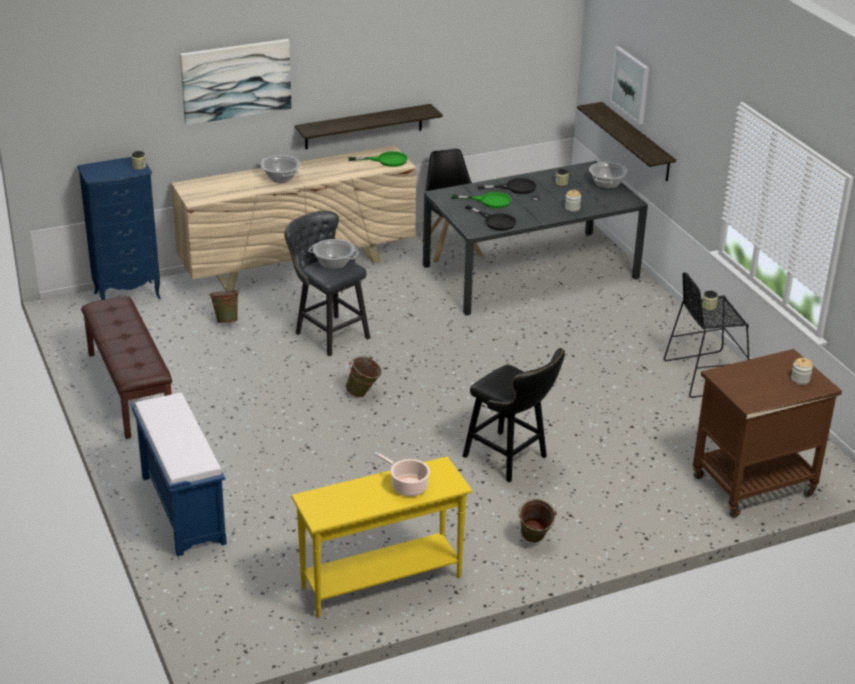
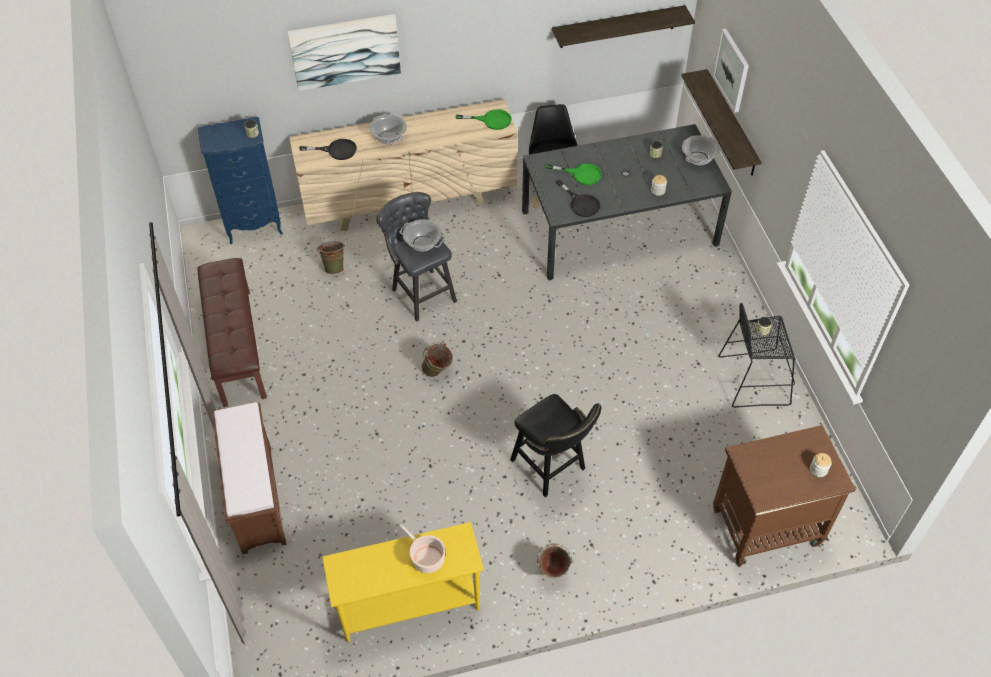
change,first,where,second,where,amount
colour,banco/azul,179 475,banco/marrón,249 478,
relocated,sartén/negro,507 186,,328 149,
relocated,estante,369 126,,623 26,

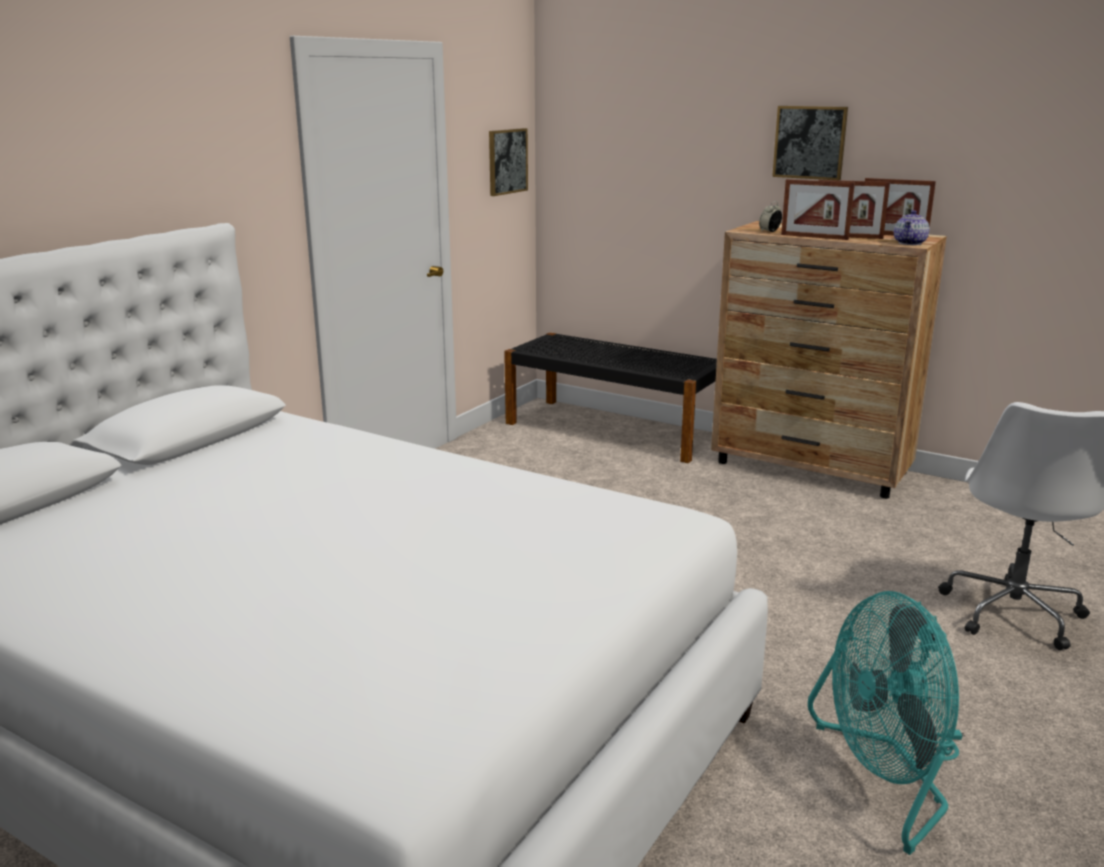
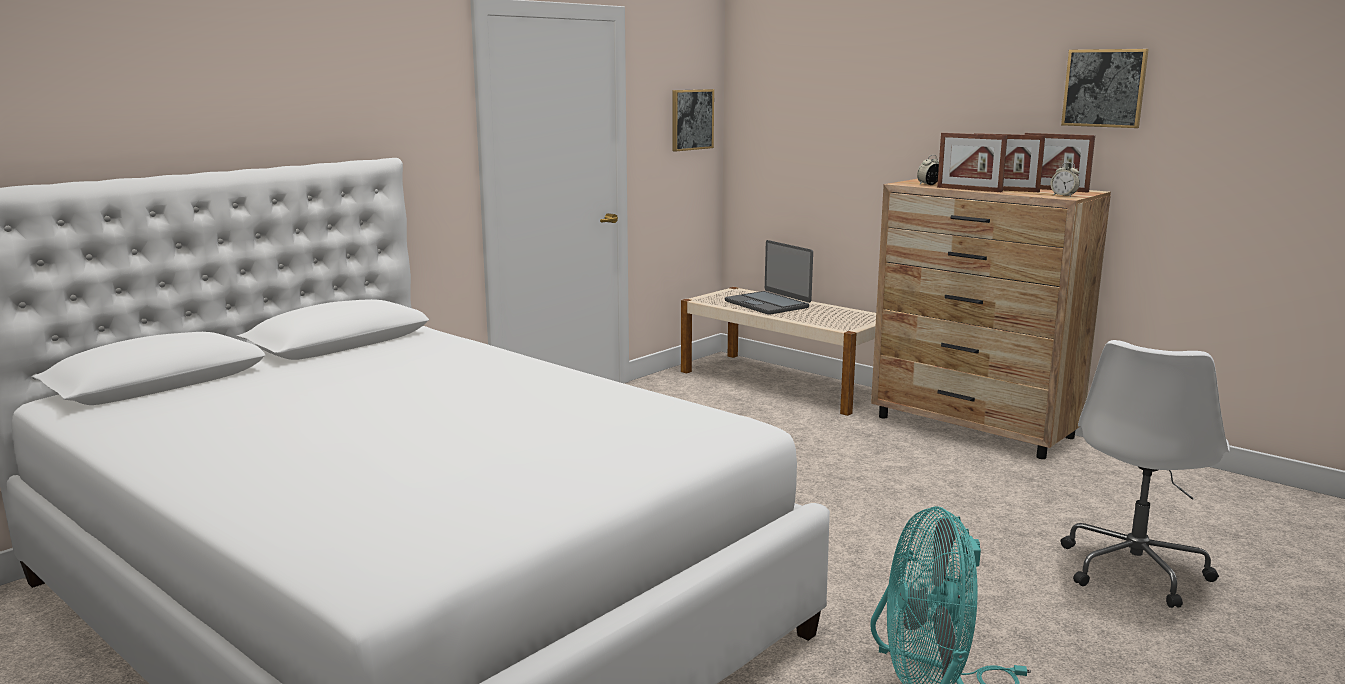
change,first,where,second,where,amount
colour,banco/negro,610 397,banco/beis,778 351,
appeared,,,portátil,769 277,
exchanged,tetera,911 227,despertador,1065 180,
relocated,cuadro,810 143,,1105 88,

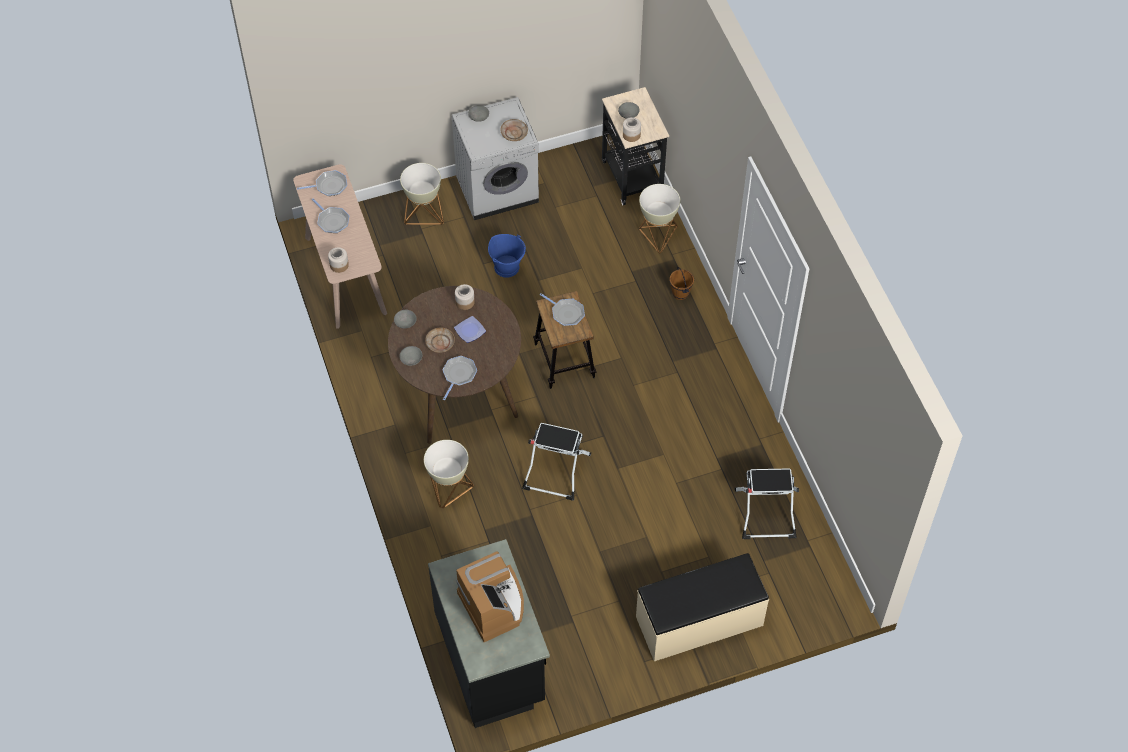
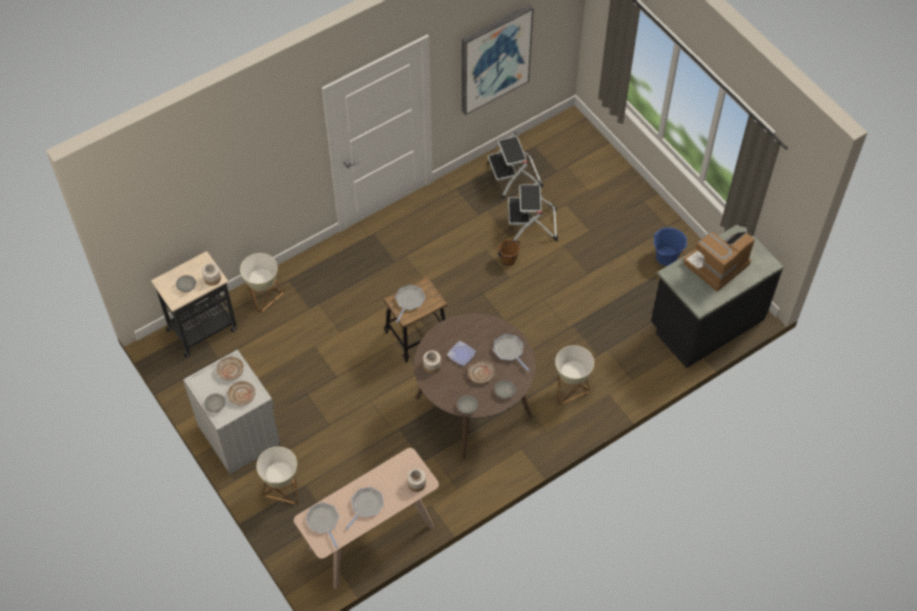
change,first,where,second,where,amount
appeared,,,plato/beis,241 393,
appeared,,,cuadro,498 59,
spun,sartén,460 378,,511 352,45 degrees clockwise
relocated,cubo/marrón,682 283,,509 252,
relocated,escalera de tijera,556 462,,533 210,
relocated,cubo/azul,507 256,,671 246,
missing,banco/beis,702 607,,,

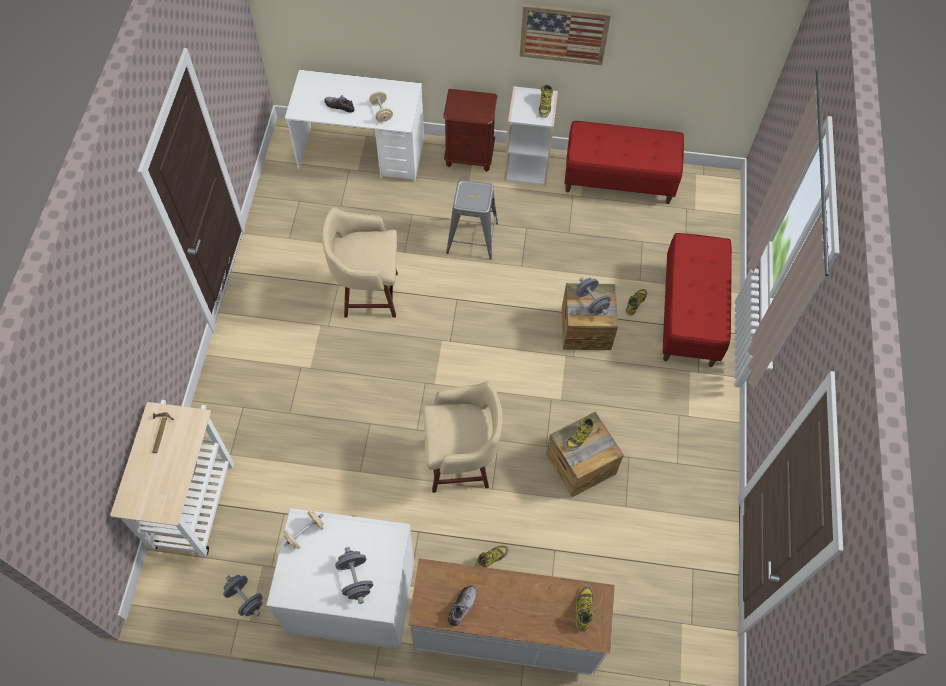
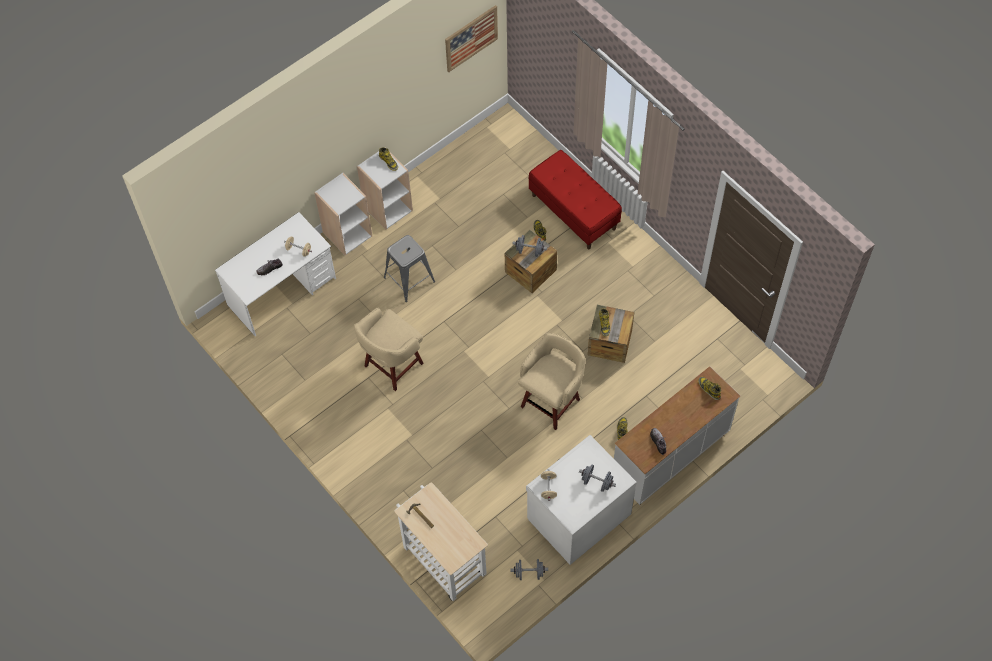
change,first,where,second,where,amount
exchanged,mesita de noche/marrón,470 130,estantería,343 214,
relocated,cuadro,565 34,,471 38,
missing,banco/rojo,624 162,,,

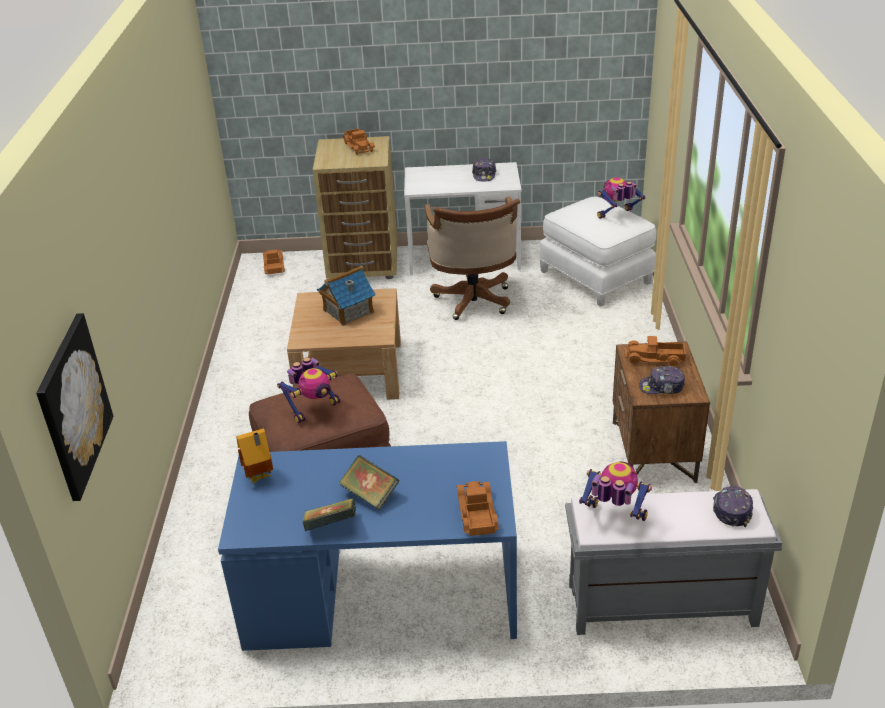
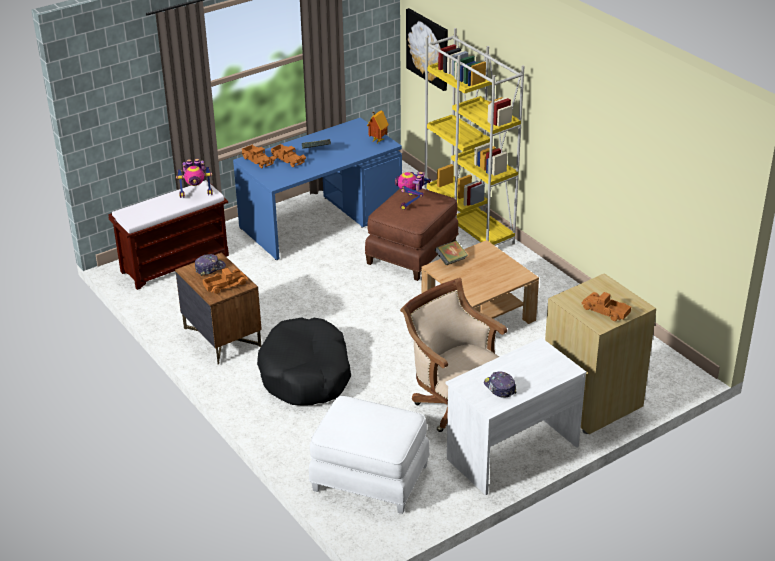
change,first,where,second,where,amount
colour,banco/gris,673 562,banco/marrón,168 235,
appeared,,,cama para perro/negro,304 361,
relocated,camión de juguete,274 261,,288 155,
appeared,,,estantería/amarillo,474 137,
relocated,libro,329 514,,451 252,
missing,casita,346 296,,,
missing,robot de juguete,621 198,,,
missing,gorra,733 506,,,

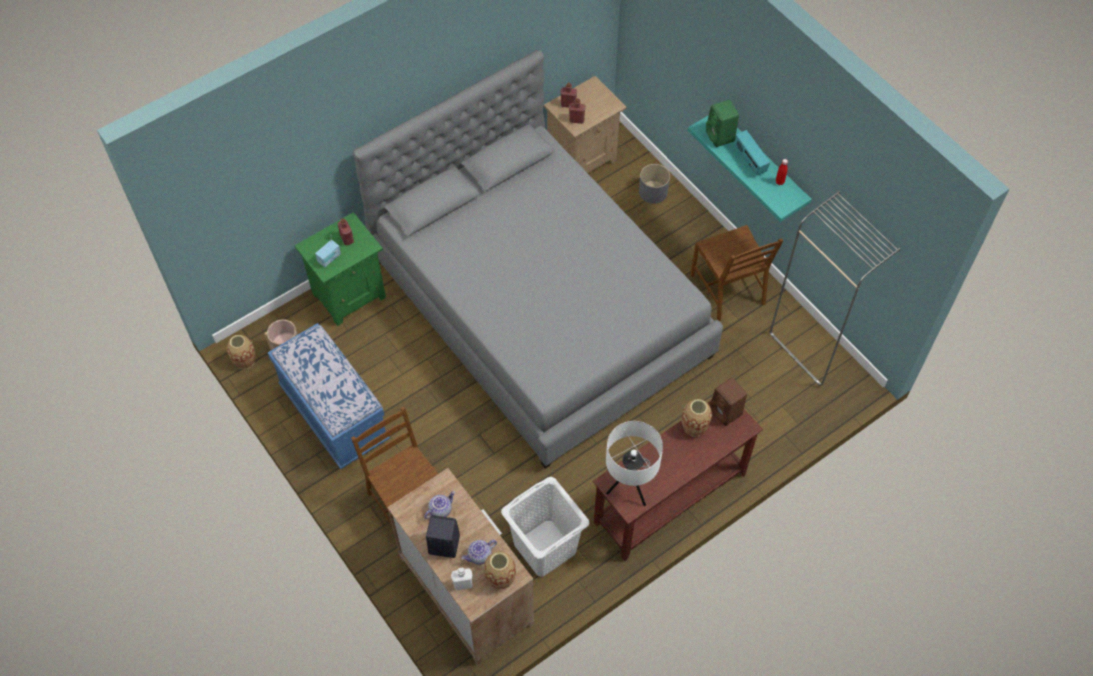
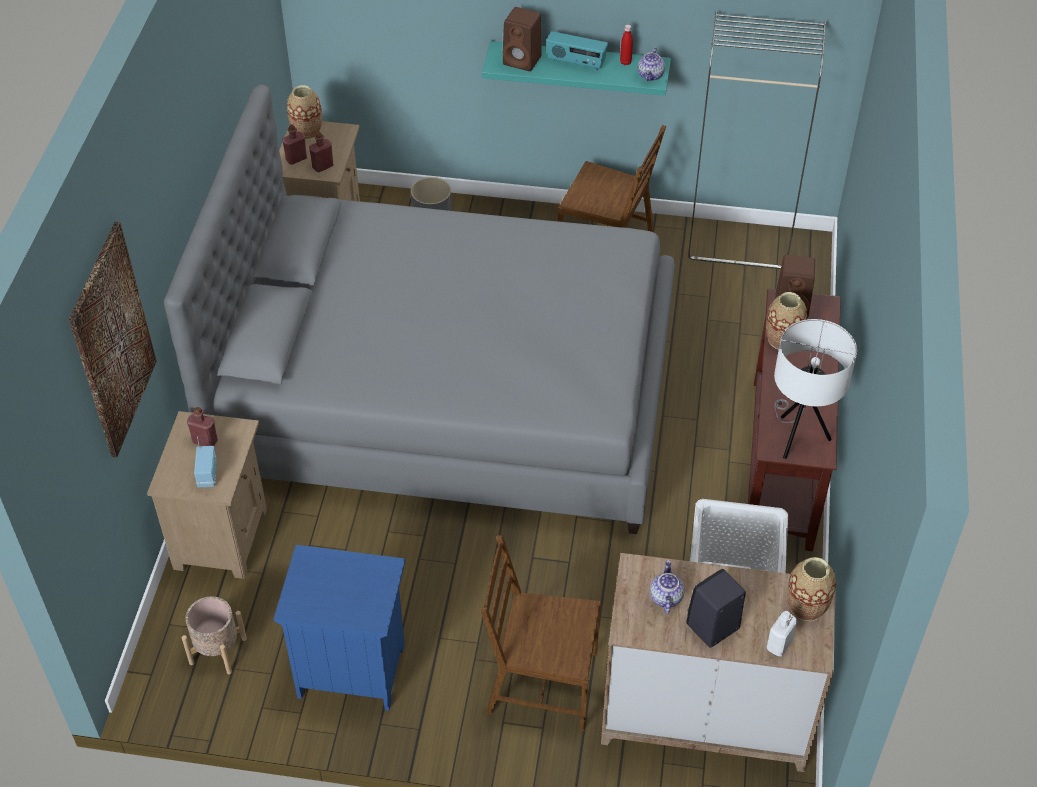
change,first,where,second,where,amount
appeared,,,cuadro,112 339,
colour,mesita de noche/verde,340 269,mesita de noche/beis,207 495,
exchanged,banco/azul,329 396,mesita de noche/azul,339 628,
relocated,florero,241 352,,304 112,
colour,altavoz/verde,722 123,altavoz/marrón,522 39,
relocated,tetera,479 552,,651 64,

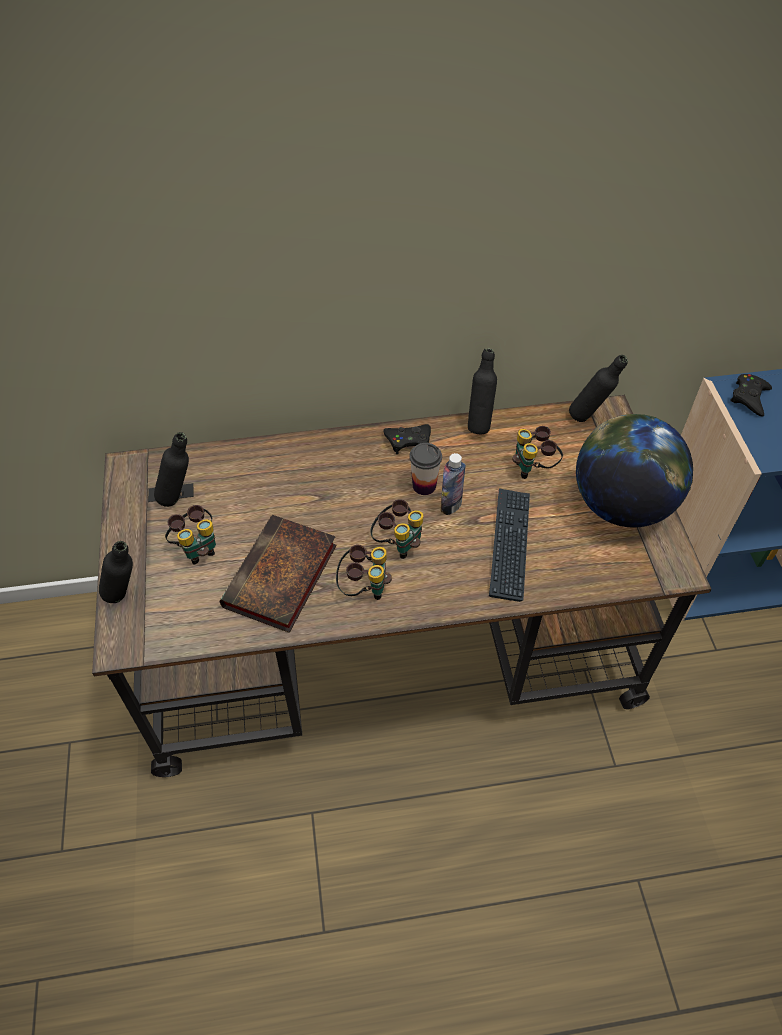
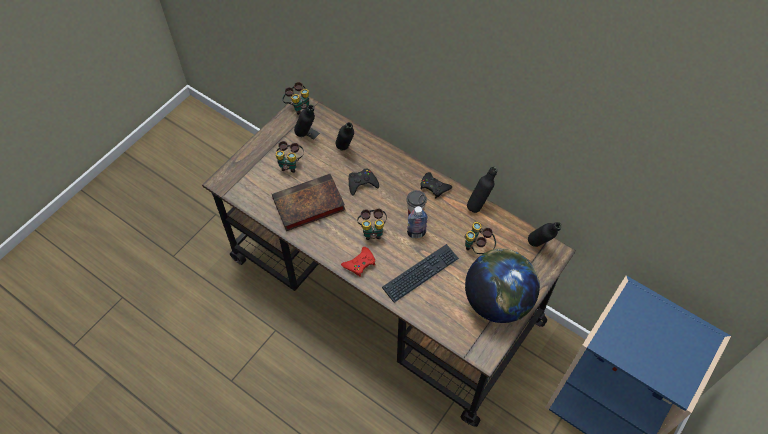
change,first,where,second,where,amount
relocated,prismáticos,364 572,,295 98,
relocated,botella/negro,116 572,,345 136,
appeared,,,mando de consola/rojo,358 262,
relocated,mando de consola/negro,751 395,,364 182,

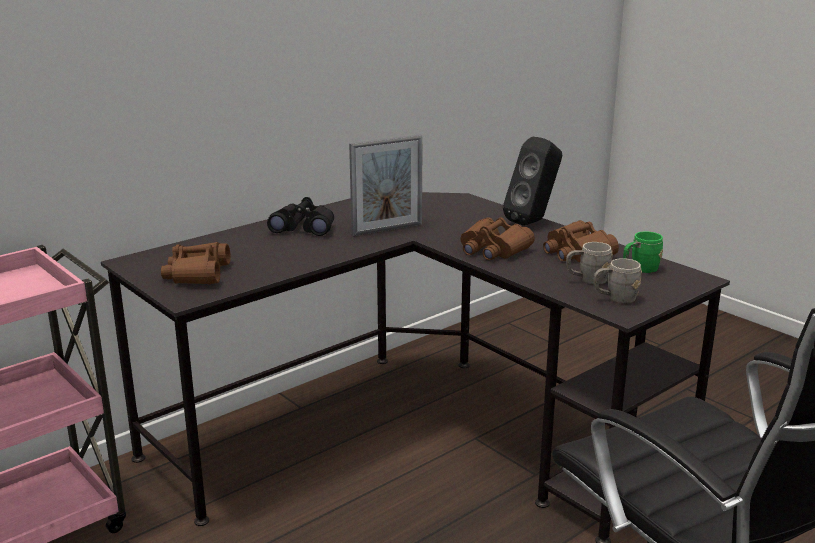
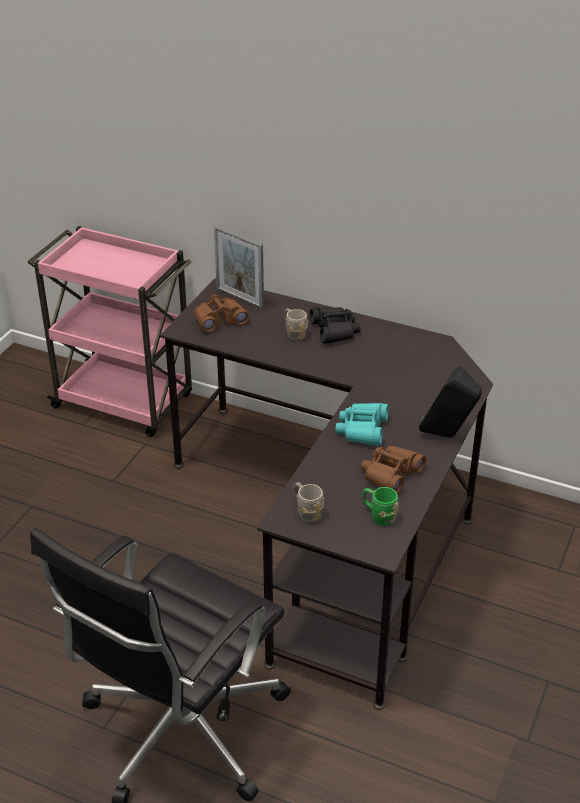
change,first,where,second,where,amount
relocated,portarretratos,386 185,,239 267,
relocated,taza grande/gris,589 263,,296 324,
colour,prismáticos/marrón,498 238,prismáticos/turquesa,362 424,

